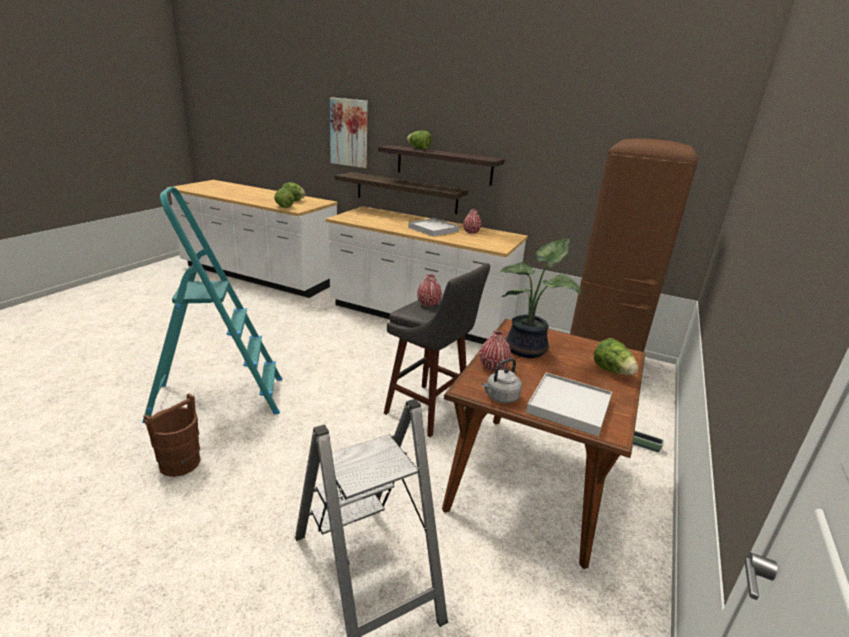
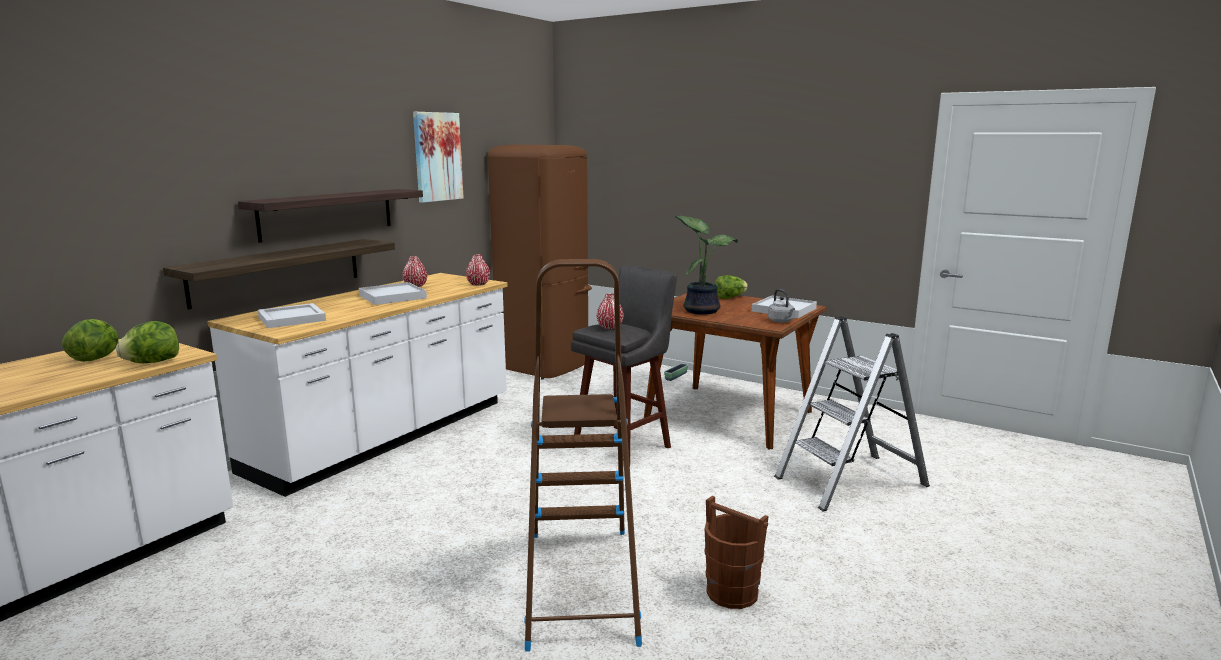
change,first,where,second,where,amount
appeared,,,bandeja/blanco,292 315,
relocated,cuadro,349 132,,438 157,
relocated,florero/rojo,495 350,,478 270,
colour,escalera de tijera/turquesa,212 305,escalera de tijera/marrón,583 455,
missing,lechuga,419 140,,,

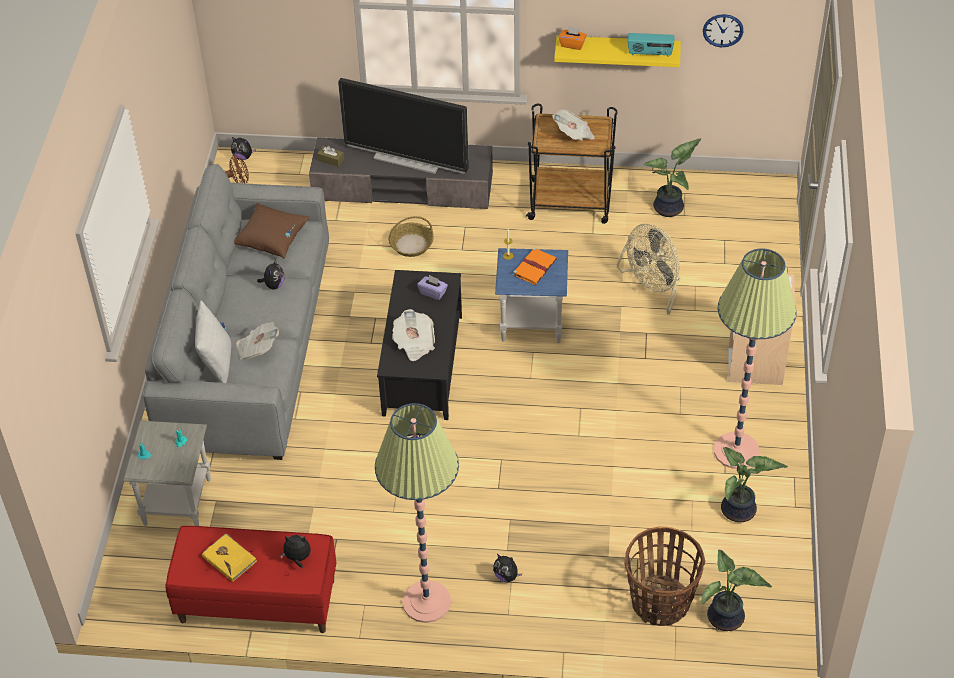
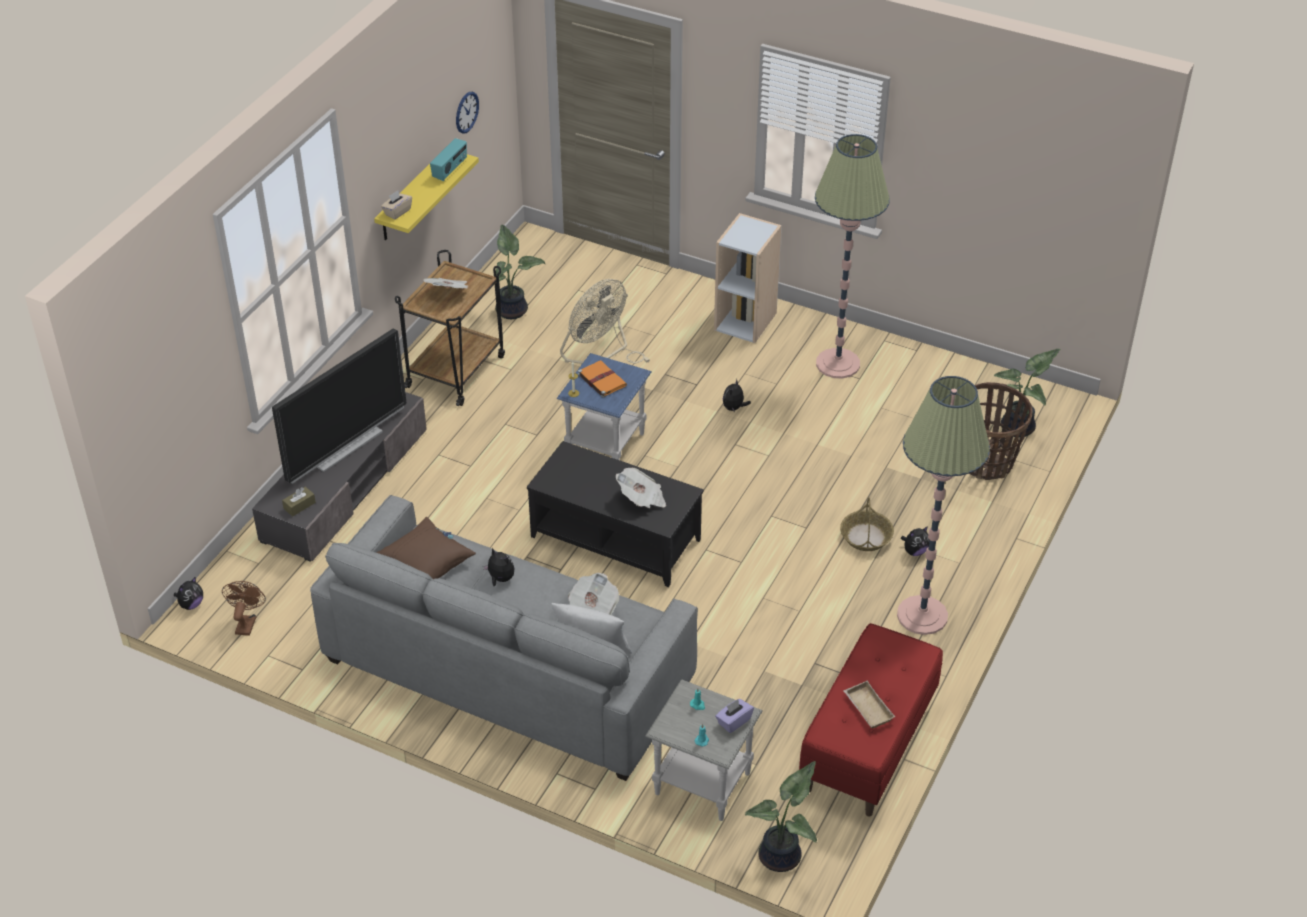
change,first,where,second,where,amount
colour,caja de pañuelos/naranja,573 38,caja de pañuelos/beis,396 205,
spun,ventilador/beis,649 269,,605 321,150 degrees clockwise
relocated,caja de pañuelos/morado,432 287,,734 716,
relocated,peluche,295 551,,737 395,
relocated,planta en maceta,754 484,,781 816,
relocated,cesta,411 236,,867 524,
exchanged,libro/amarillo,229 557,bandeja/beis,869 704,

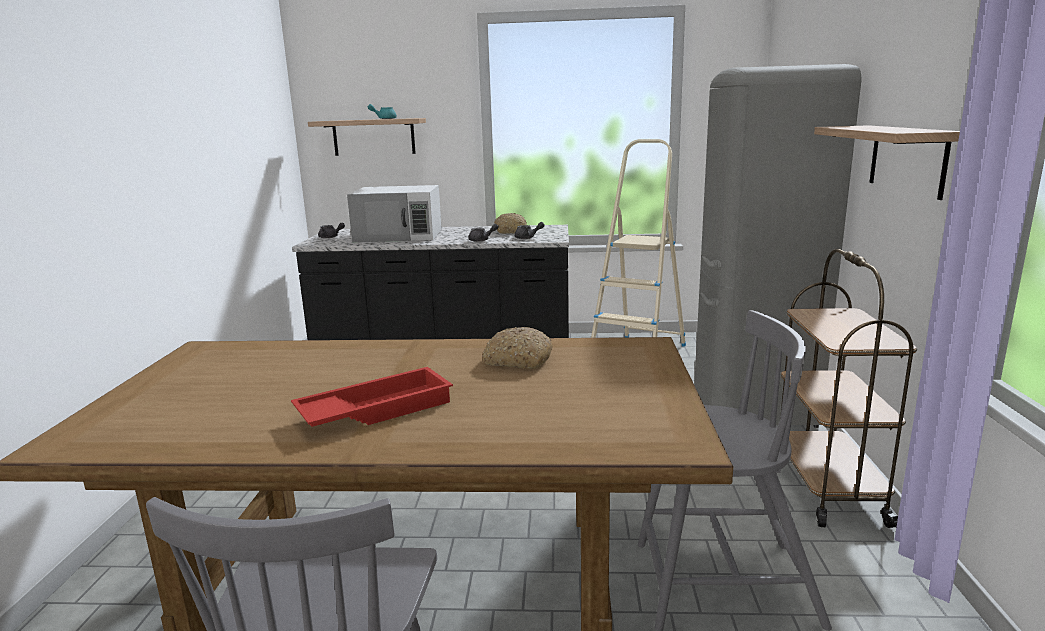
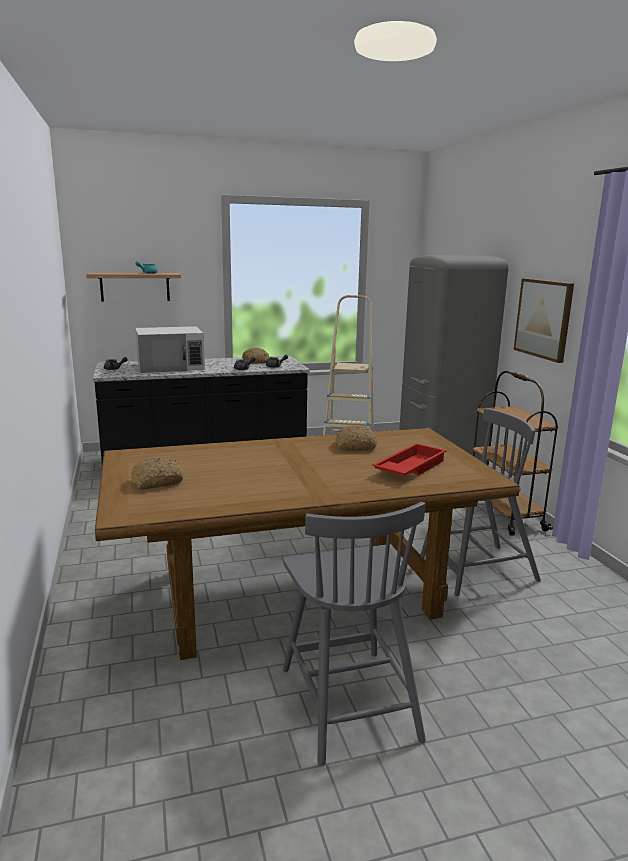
change,first,where,second,where,amount
appeared,,,pan,157 473,
relocated,bandeja/rojo,372 397,,409 459,
exchanged,estante,887 162,cuadro,544 320,

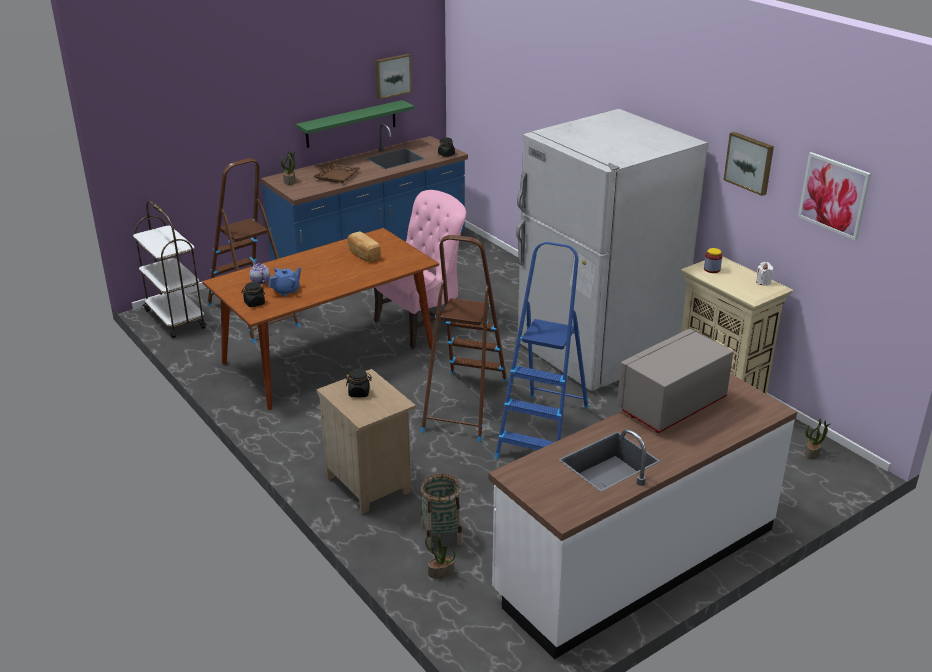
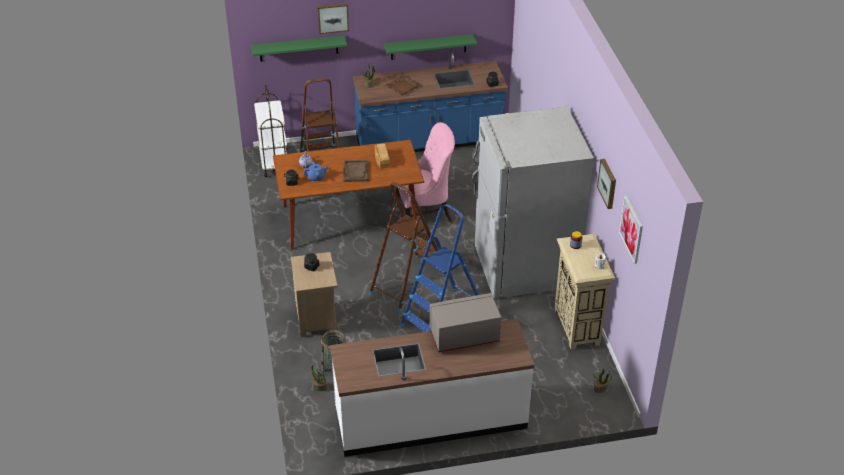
change,first,where,second,where,amount
appeared,,,estante/verde,299 48,
relocated,cuadro,393 76,,333 18,
appeared,,,bandeja/marrón,356 171,

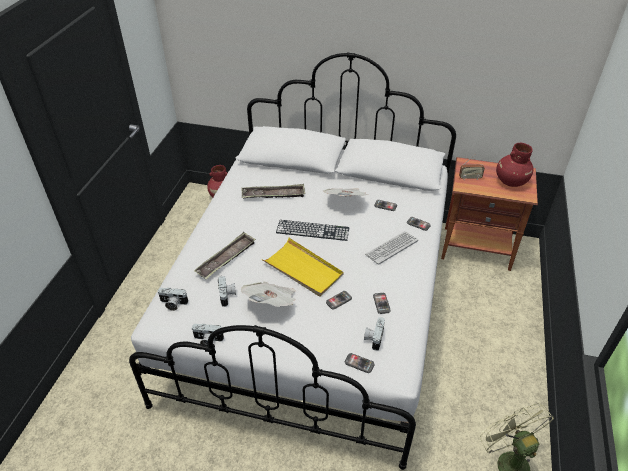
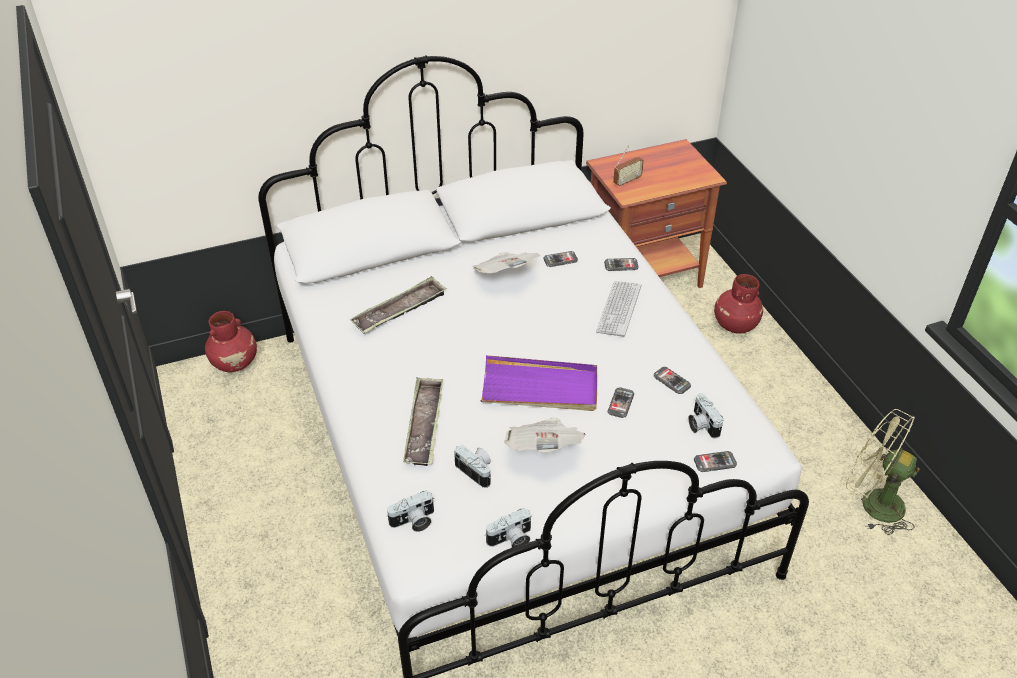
change,first,where,second,where,amount
colour,bandeja/amarillo,302 267,bandeja/morado,538 383,
relocated,florero/rojo,514 165,,738 304,
missing,teclado,312 230,,,

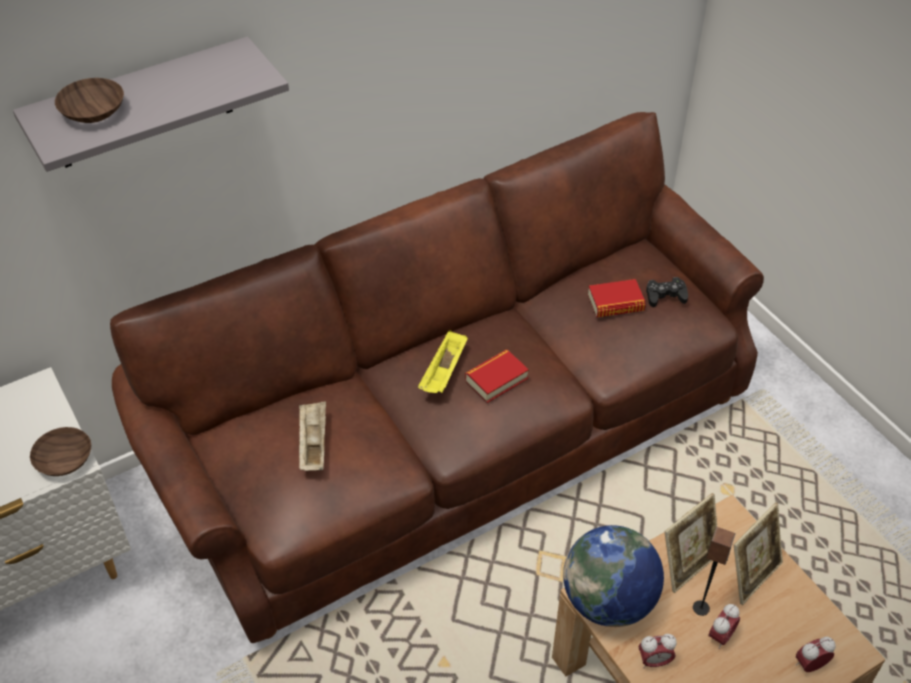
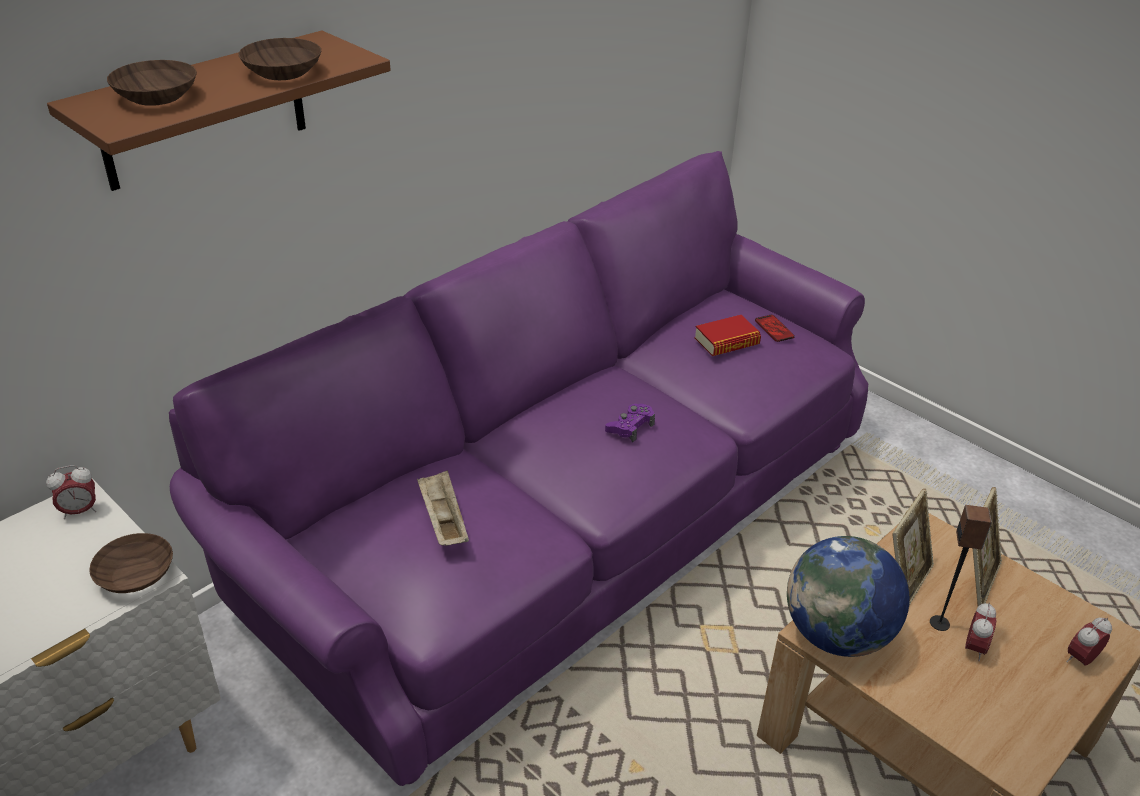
change,first,where,second,where,amount
relocated,despertador,657 651,,71 492,
colour,estante/gris,151 104,estante/marrón,218 111,
colour,sofá/marrón,437 377,sofá/morado,518 468,
appeared,,,cuenco/marrón,280 59,
exchanged,libro,497 376,mando de consola/morado,630 423,
exchanged,mando de consola/negro,667 292,móvil,775 328,
missing,bandeja/amarillo,443 361,,,

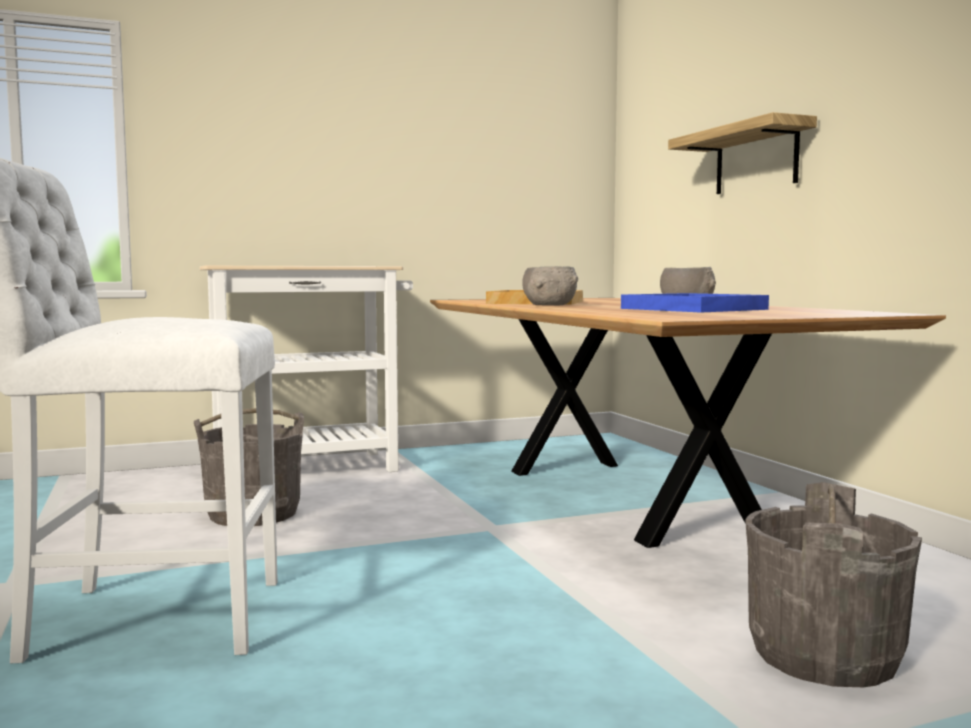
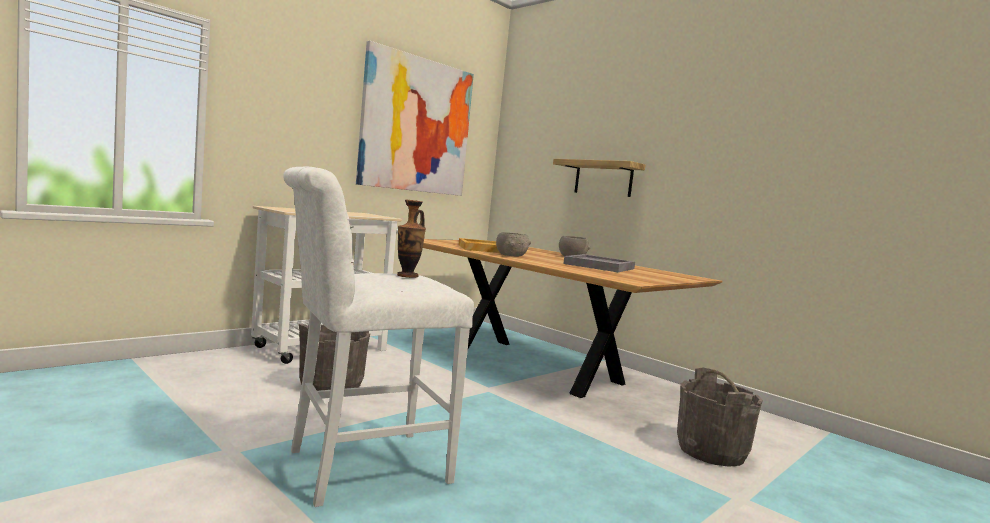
change,first,where,second,where,amount
appeared,,,cuadro,415 118,
appeared,,,florero,411 239,
colour,bandeja/azul,695 302,bandeja/gris,599 263,

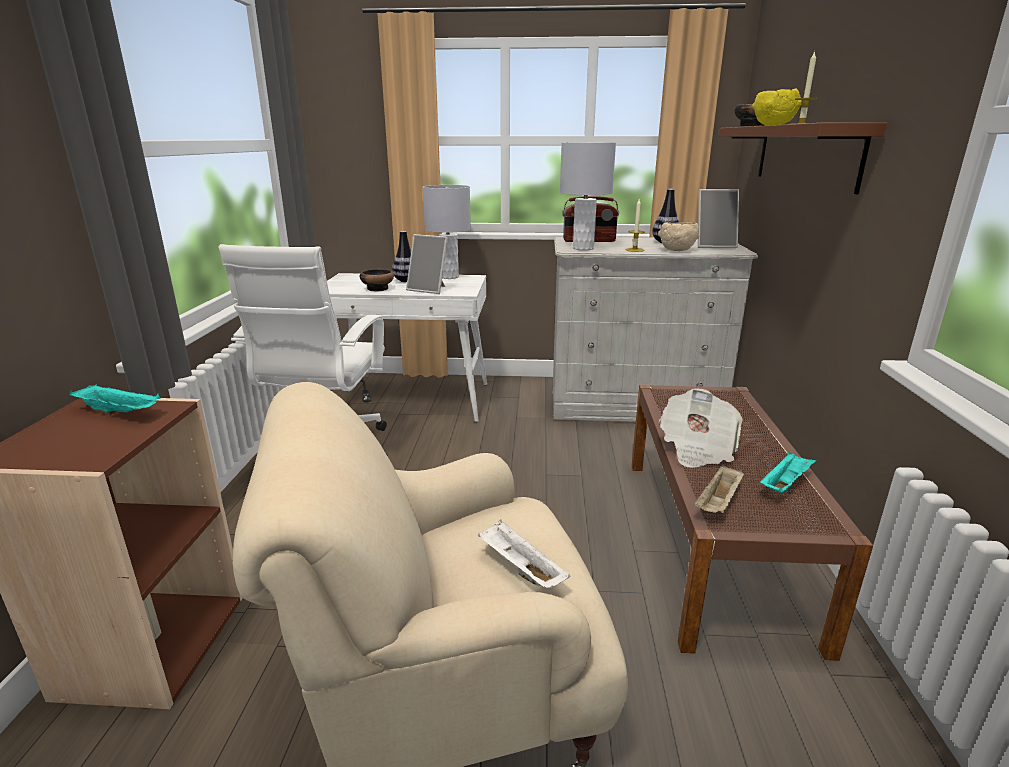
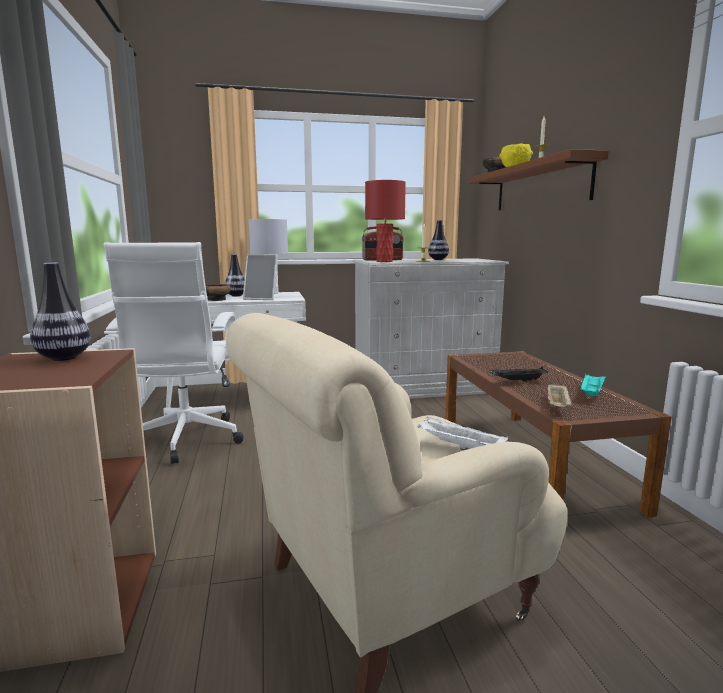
change,first,where,second,where,amount
exchanged,bandeja/turquesa,115 399,florero,60 312,
colour,lámpara de mesa/gris,588 196,lámpara de mesa/rojo,385 221,
exchanged,periódico,701 428,bandeja/negro,518 375,
missing,cuenco/beis,679 236,,,
missing,portarretratos,718 218,,,

